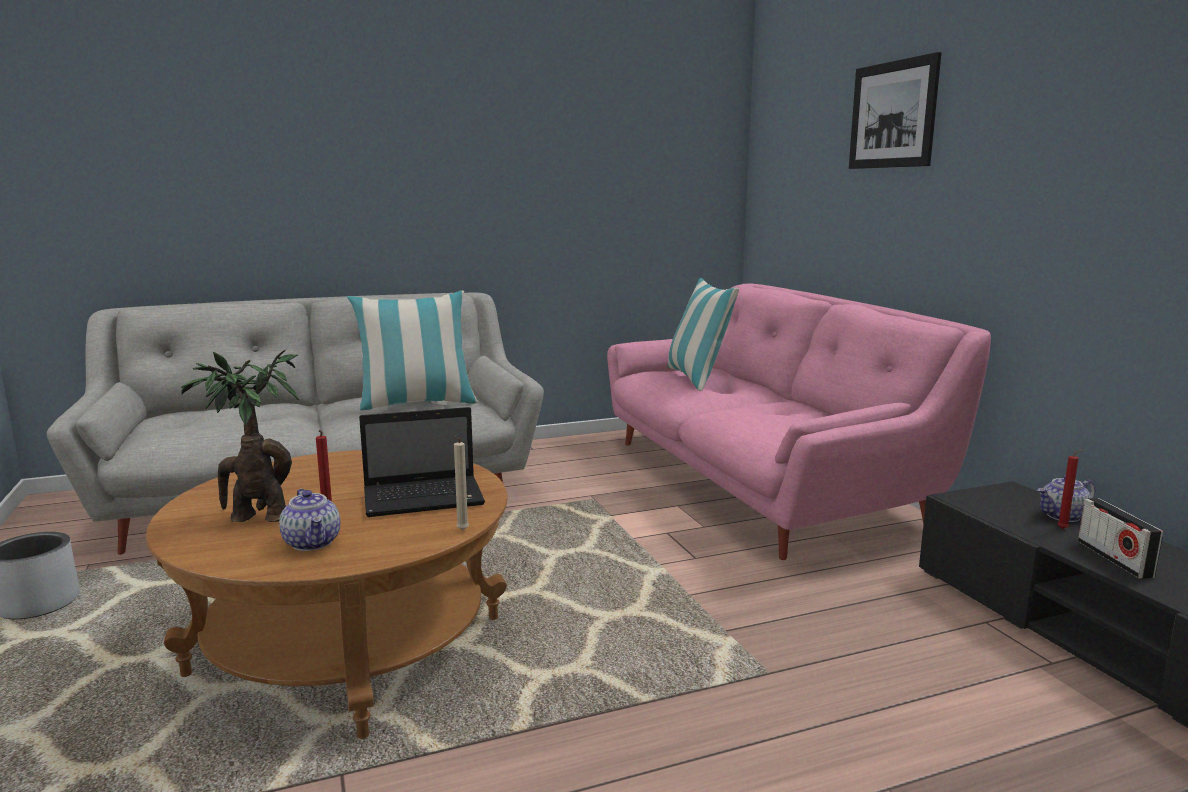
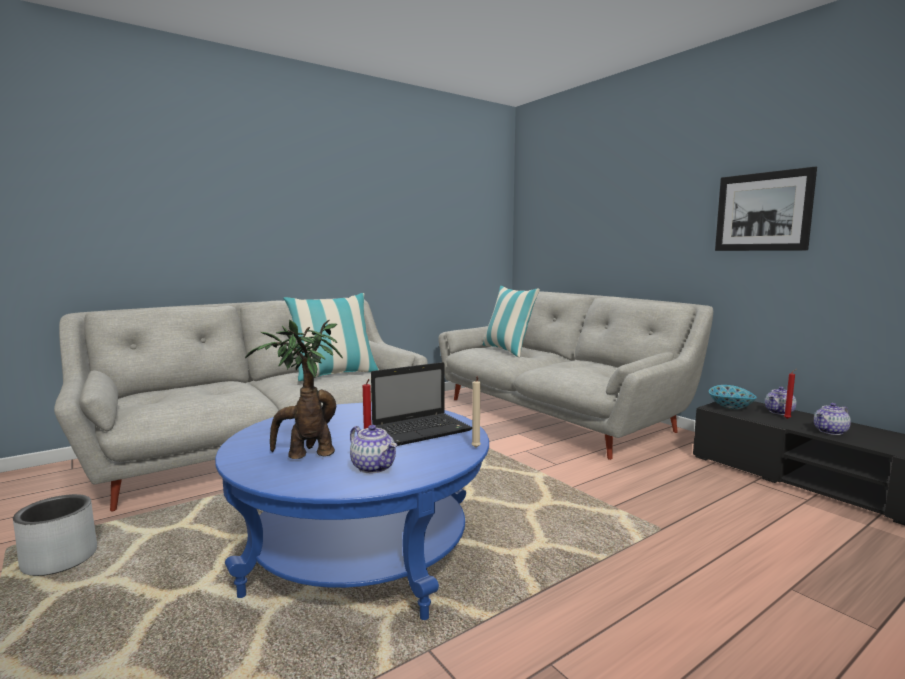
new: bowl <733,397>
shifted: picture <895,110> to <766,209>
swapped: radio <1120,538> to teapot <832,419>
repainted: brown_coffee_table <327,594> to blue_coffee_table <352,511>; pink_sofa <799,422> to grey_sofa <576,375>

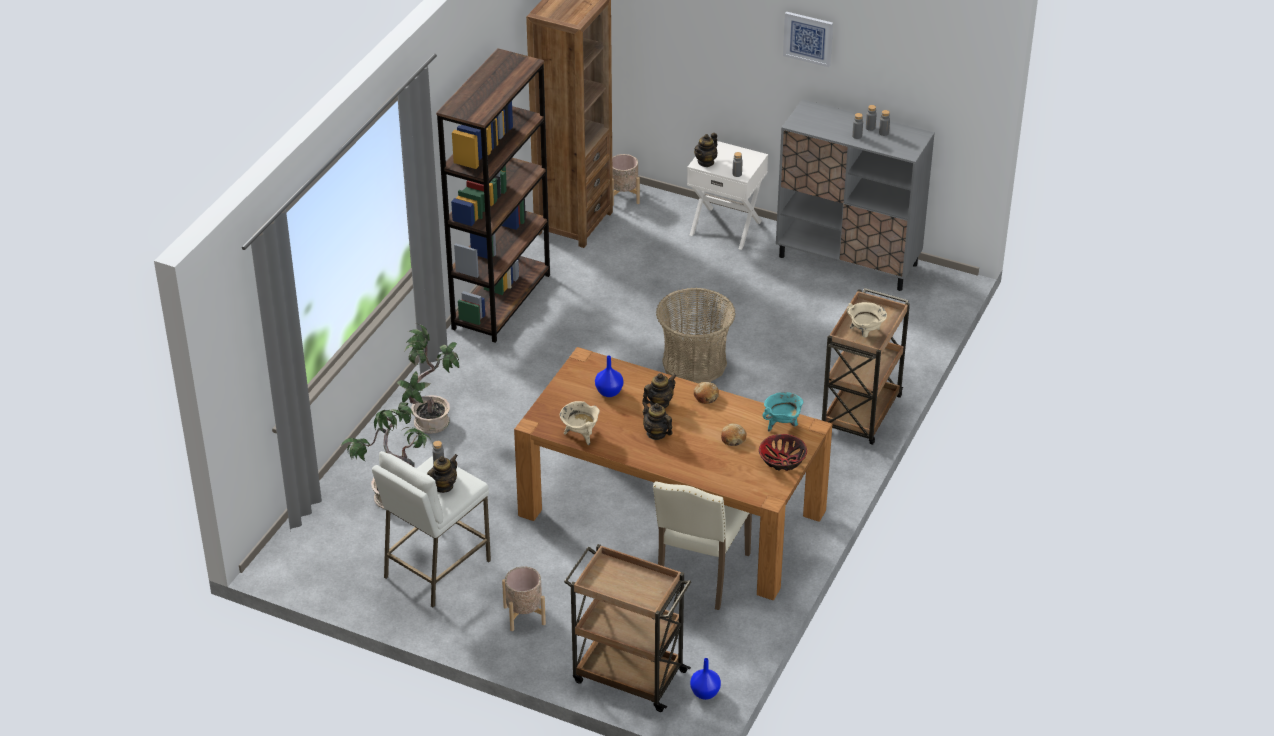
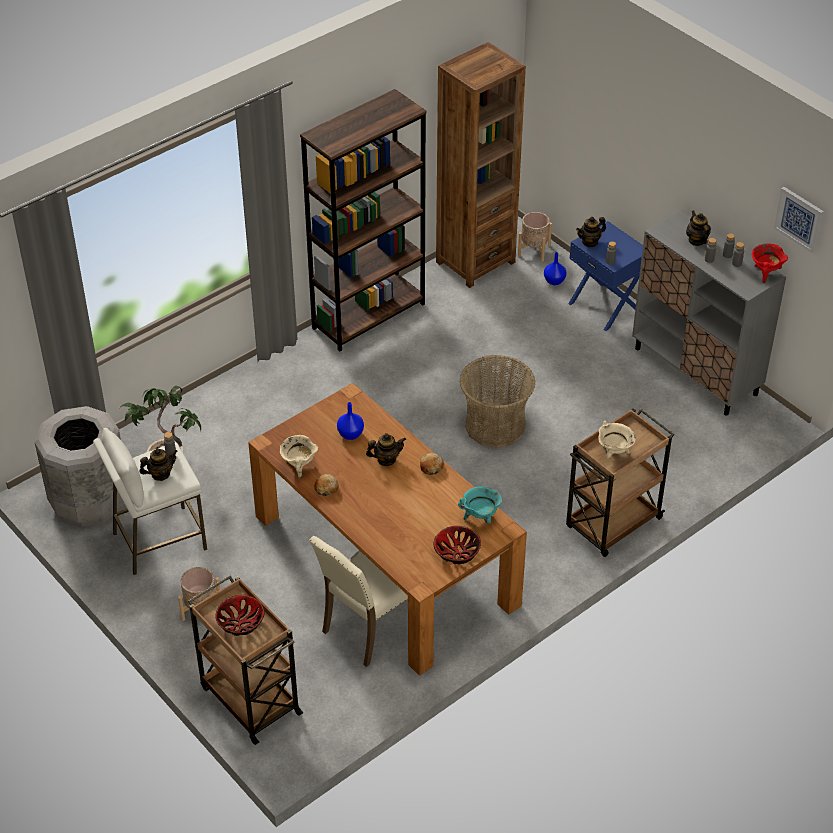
gone: potted_plant <428,379>
new: grey_trash_can <79,466>; bowl <240,615>; red_cooking_pot <770,263>
shifted: teapot <657,420> to <698,228>; blue_vase <705,679> to <555,268>; bread <733,434> to <326,485>; picture <808,39> to <799,220>
repainted: white_nightstand <727,195> to blue_nightstand <605,276>

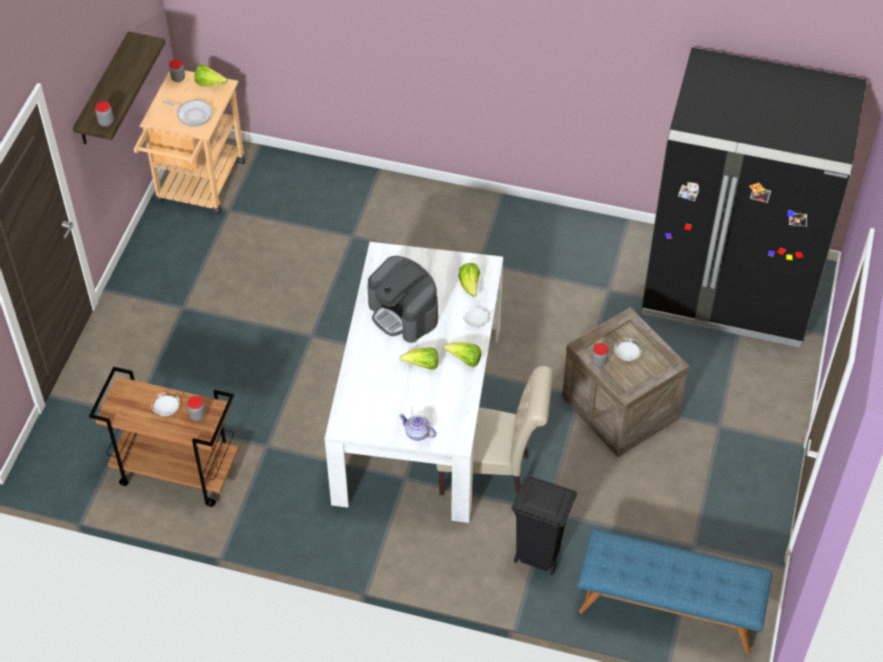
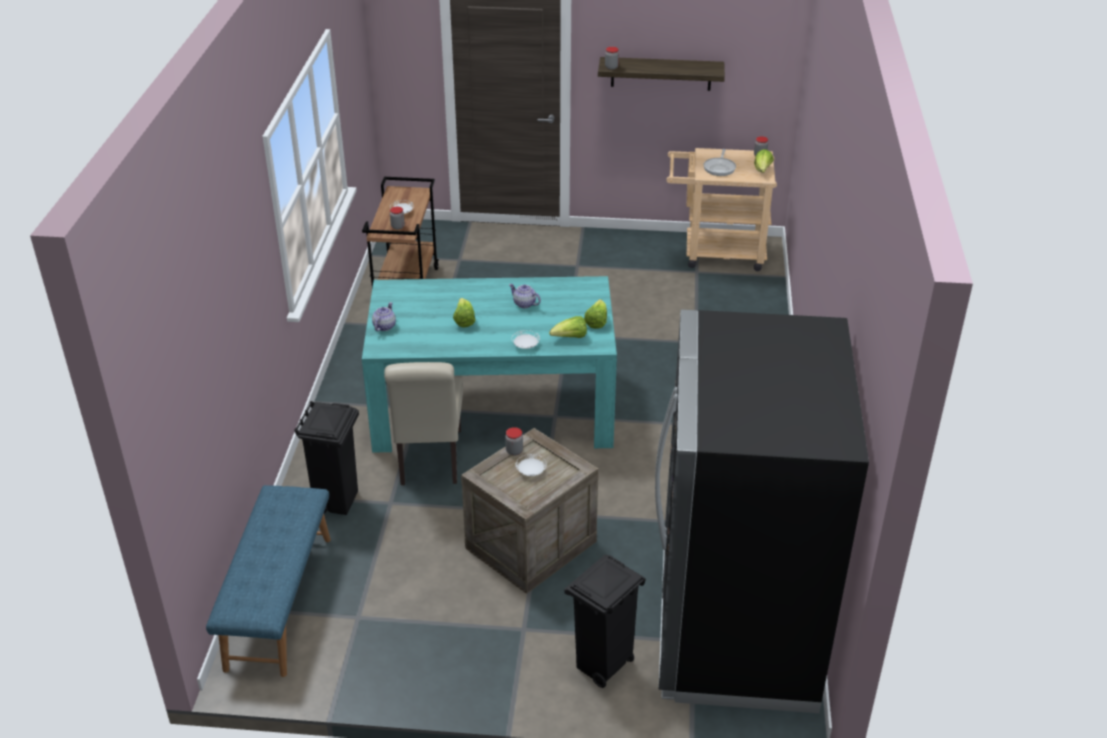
new: black_trash_can <605,621>
shifted: lettuce <462,354> to <595,314>
swapped: coffee_machine <402,299> to teapot <525,296>
repainted: white_dining_table <414,382> to turquoise_dining_table <489,364>

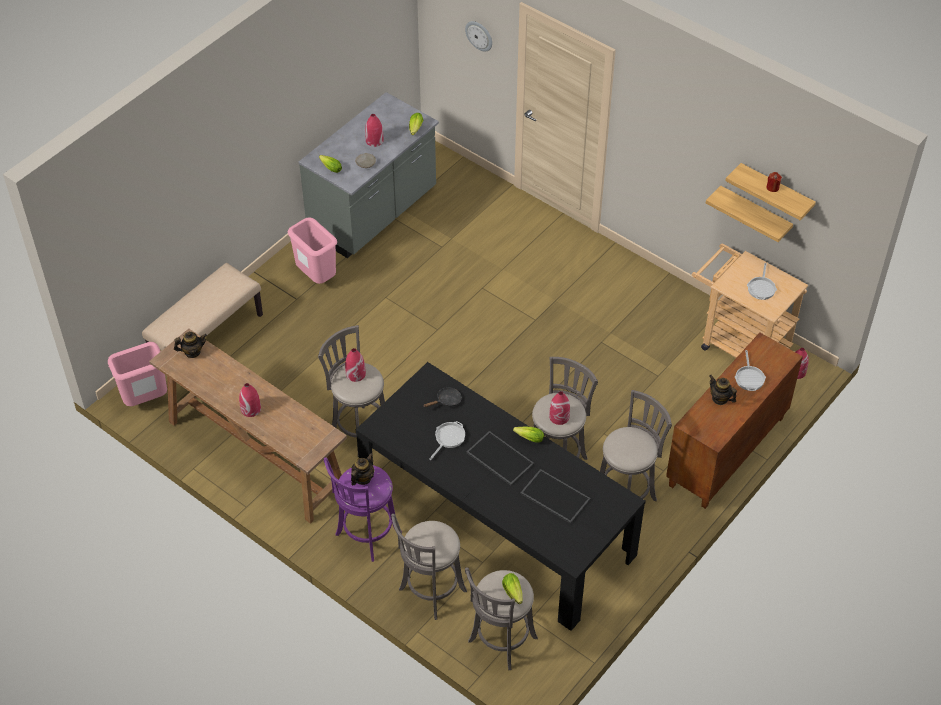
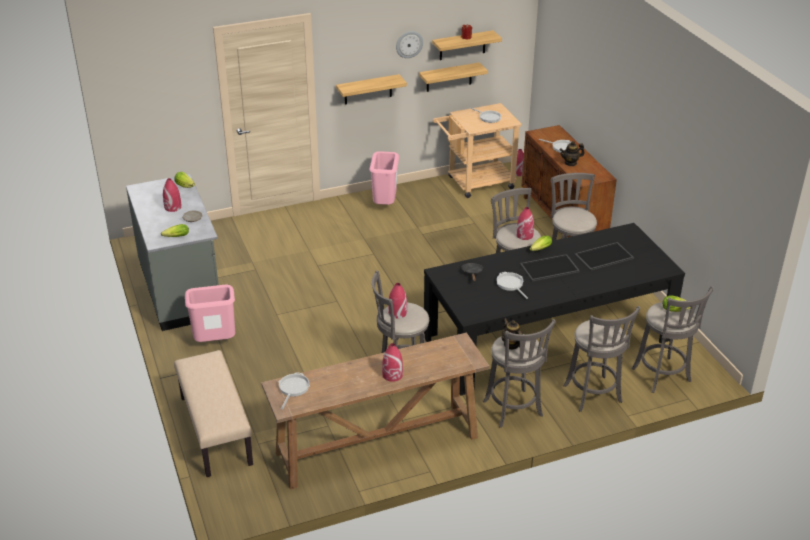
new: shelf <371,89>
shifted: pink_trash_can <137,374> to <384,178>; wall_clock <478,36> to <409,44>
swapped: teapot <190,344> to frying_pan <294,391>
repainted: purple_stool <363,509> to grey_stool <519,373>

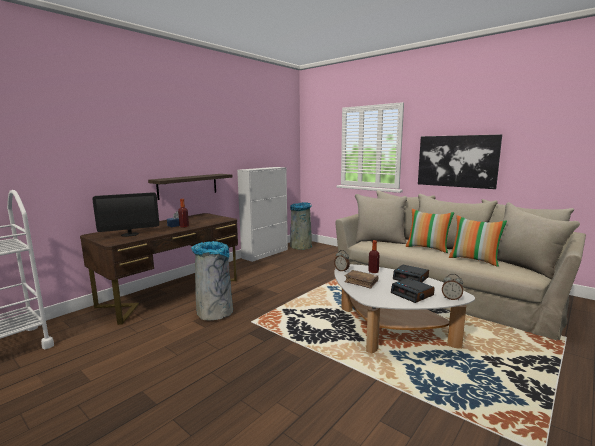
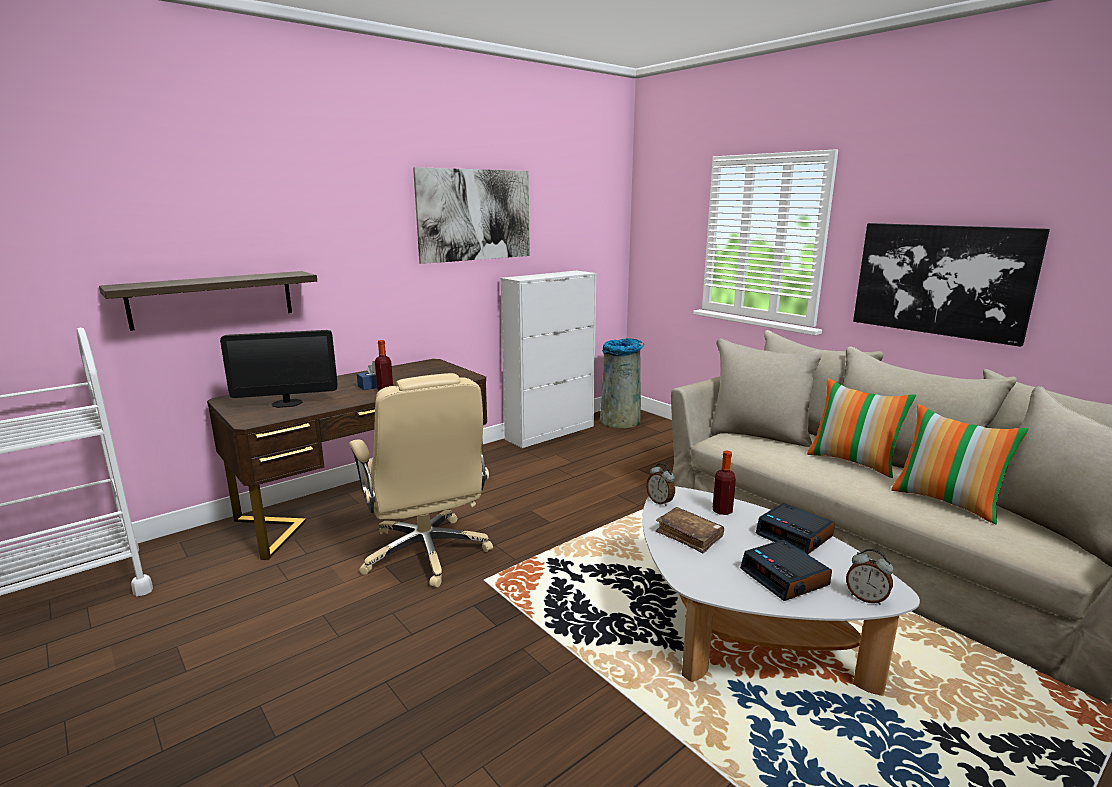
new: picture <471,215>
shifted: shelf <190,187> to <208,301>
swapped: grey_trash_can <212,280> to beige_office_chair <421,480>

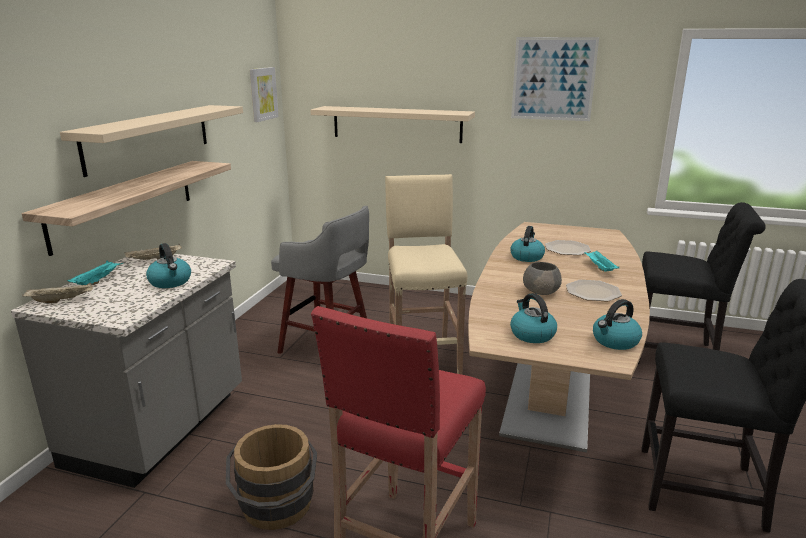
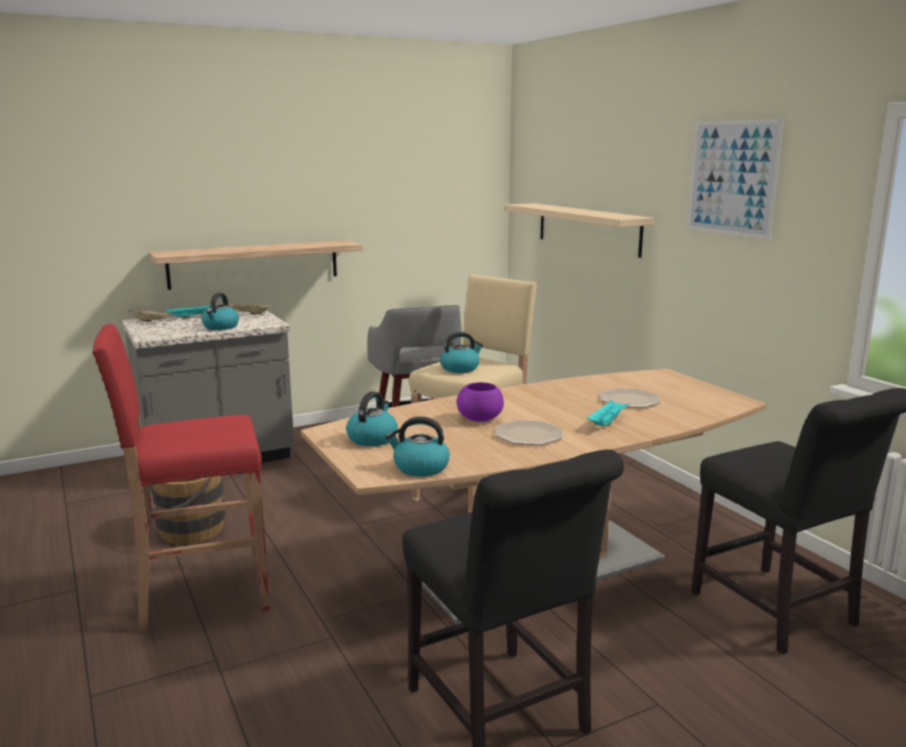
gone: beige_shelf <151,141>; picture <264,94>
shifted: kettle <527,244> to <461,352>
repainted: grey_bowl <542,278> to purple_bowl <480,402>

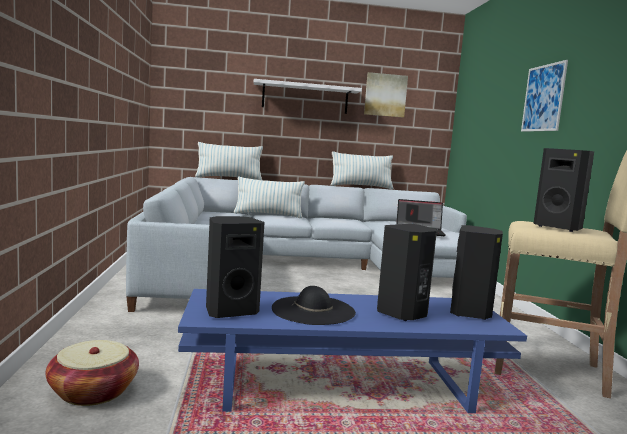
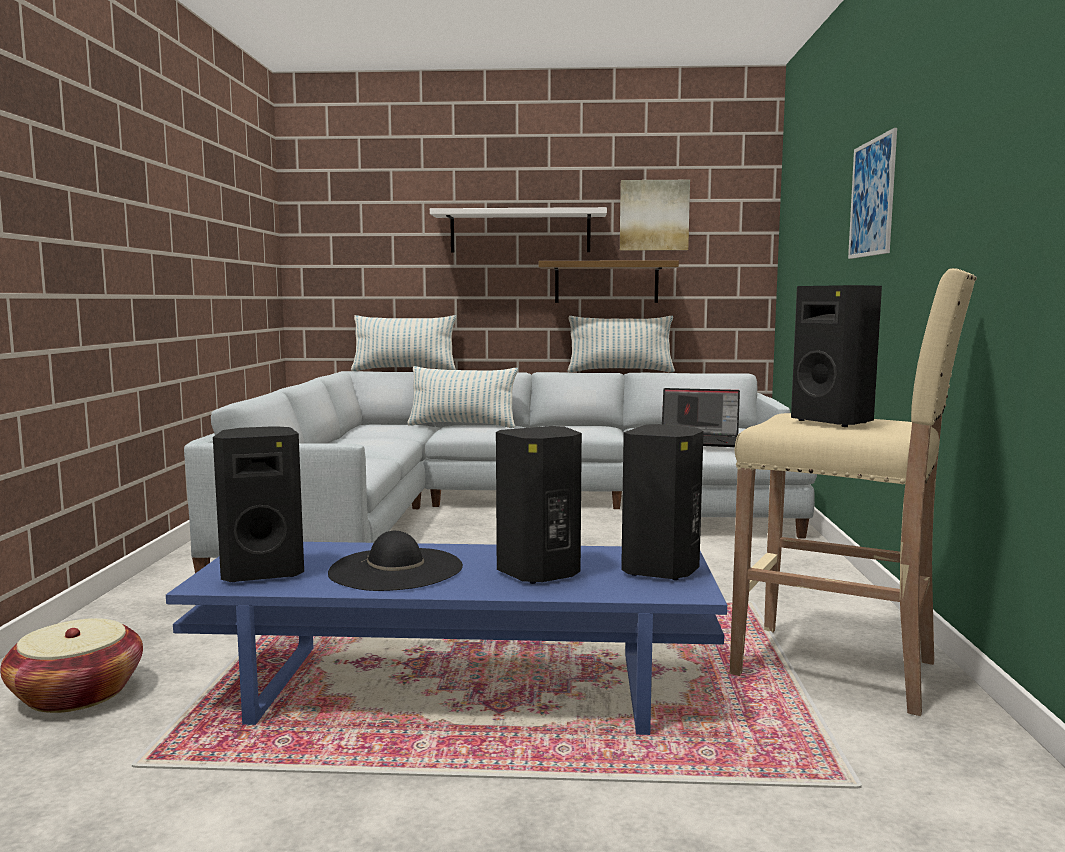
new: shelf <609,281>

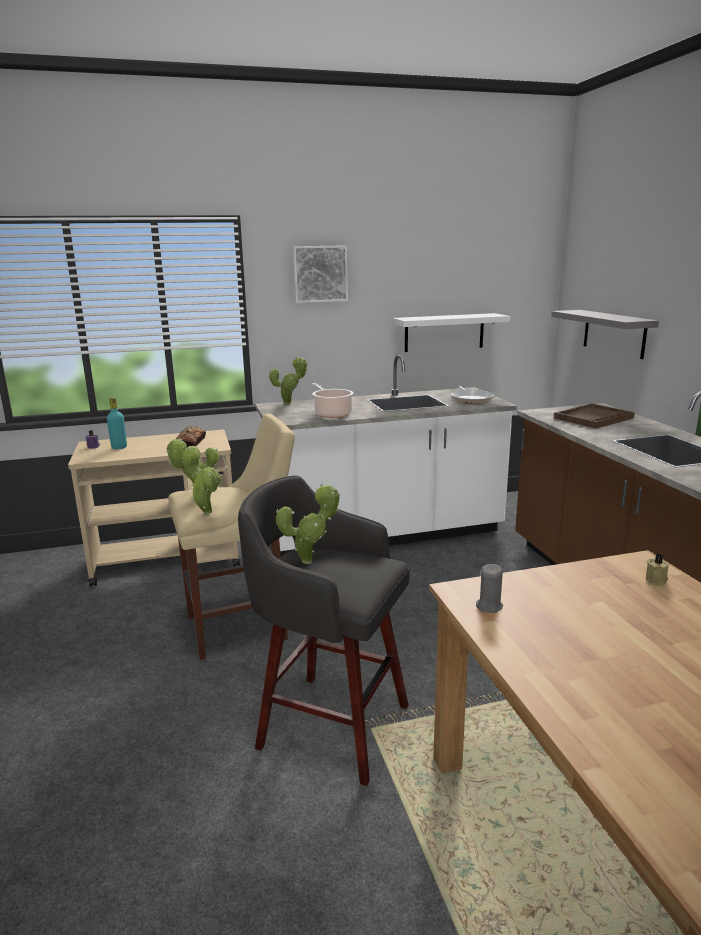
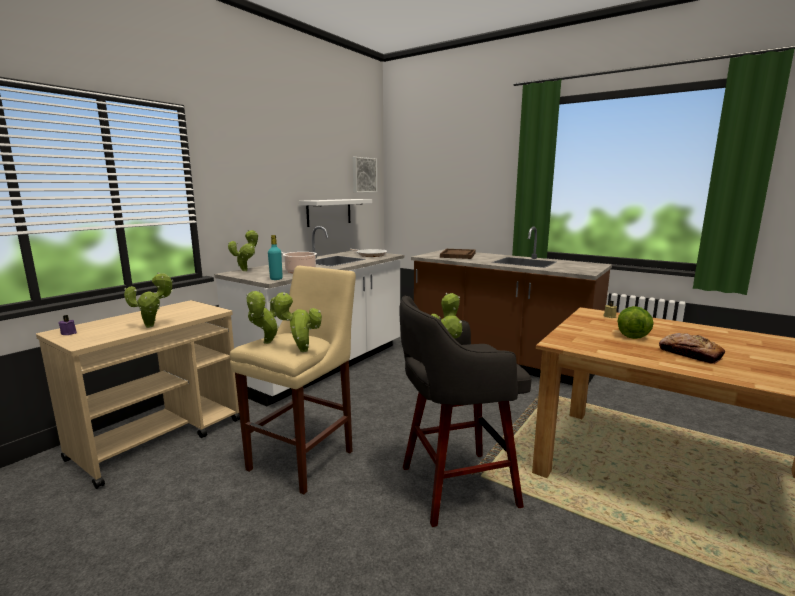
gone: grey_candle <489,588>; grey_shelf <605,334>
new: potted_plant <149,300>; lettuce <636,322>
shifted: turquoise_bottle <117,423> to <275,257>; bread <191,436> to <692,348>; picture <320,274> to <365,175>

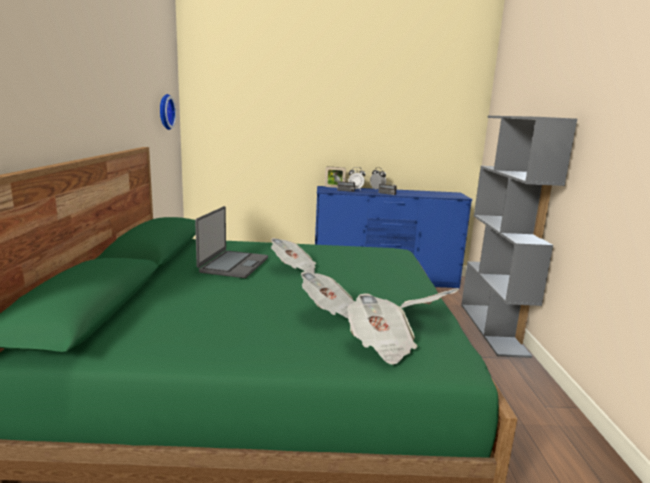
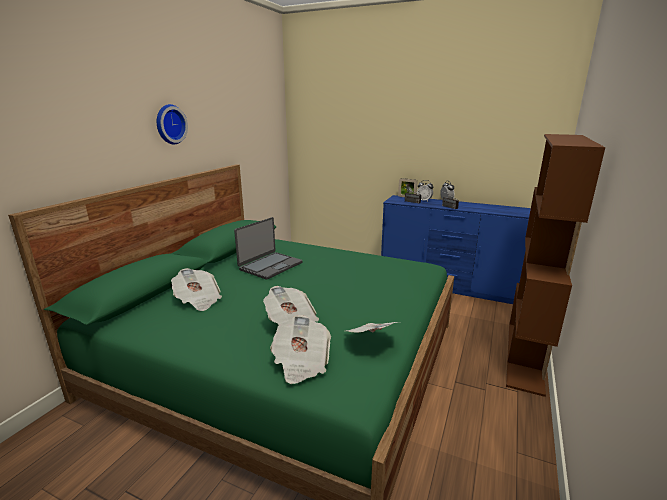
shifted: wall_clock <168,112> to <172,124>; newspaper <293,255> to <196,289>
repainted: grey_bookcase <519,237> to brown_bookcase <555,265>

